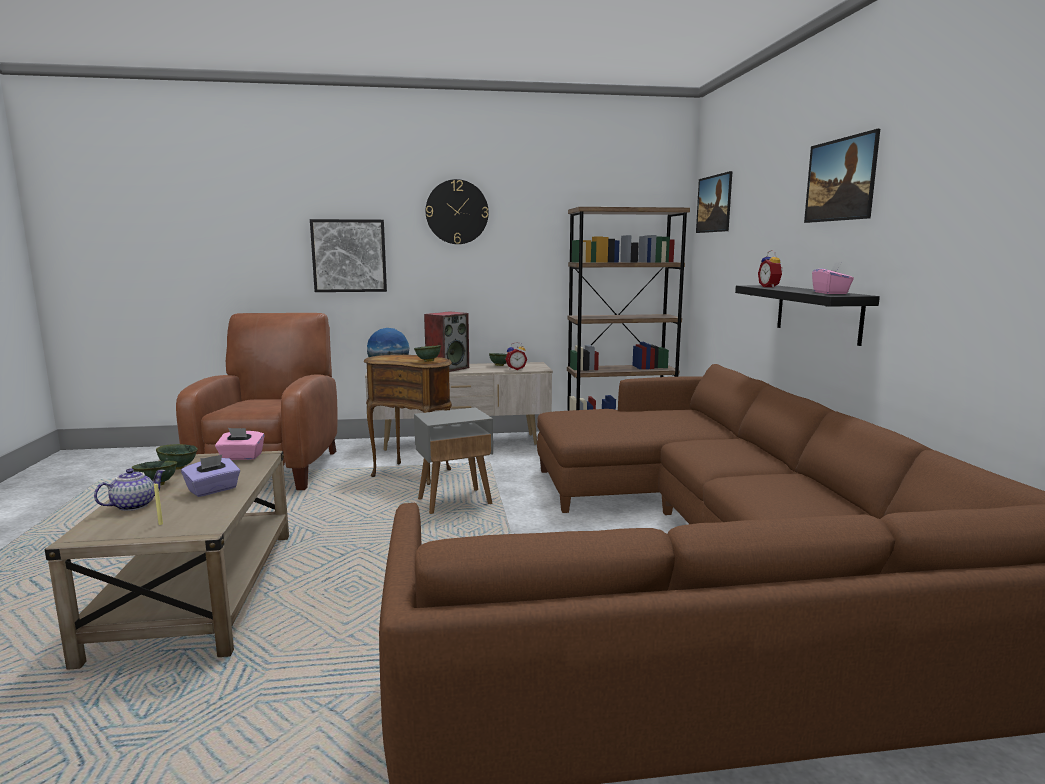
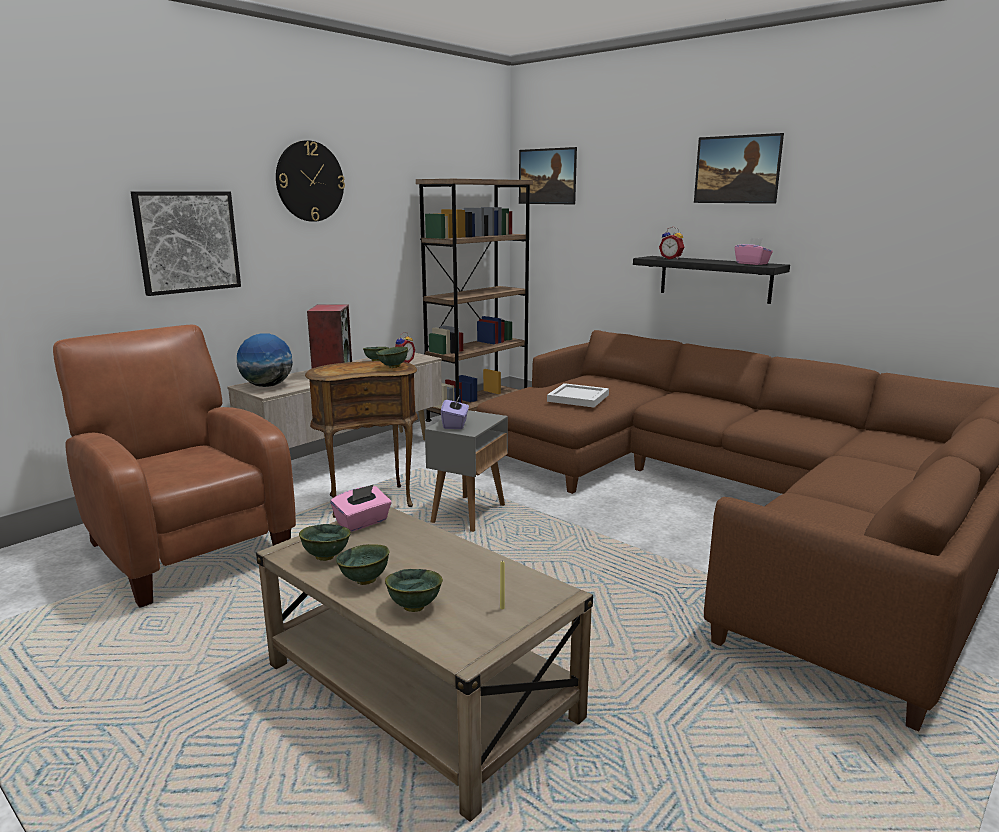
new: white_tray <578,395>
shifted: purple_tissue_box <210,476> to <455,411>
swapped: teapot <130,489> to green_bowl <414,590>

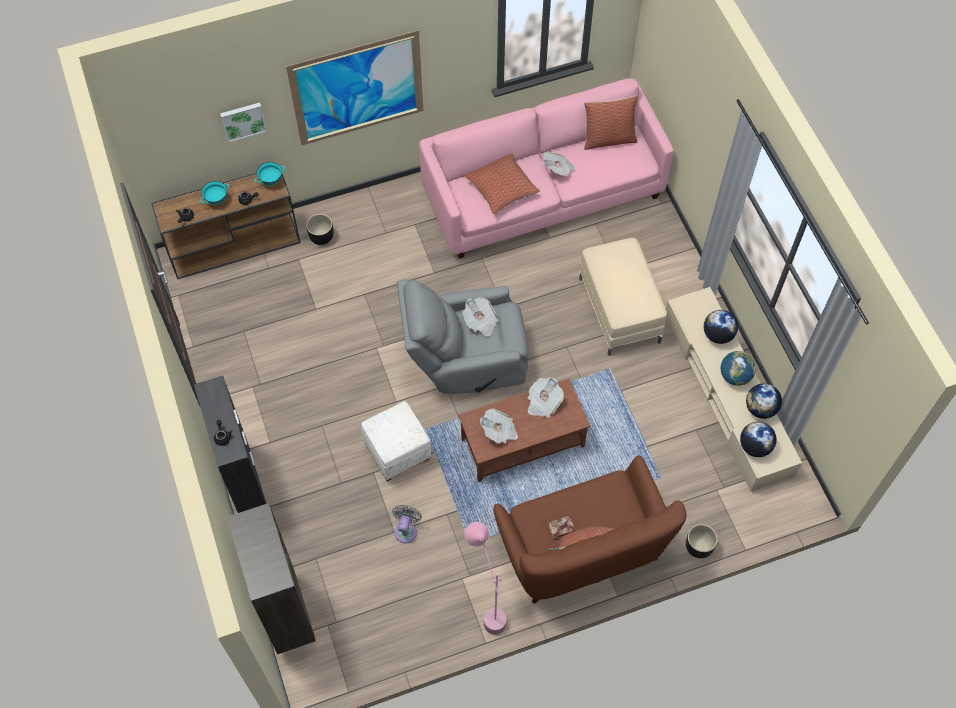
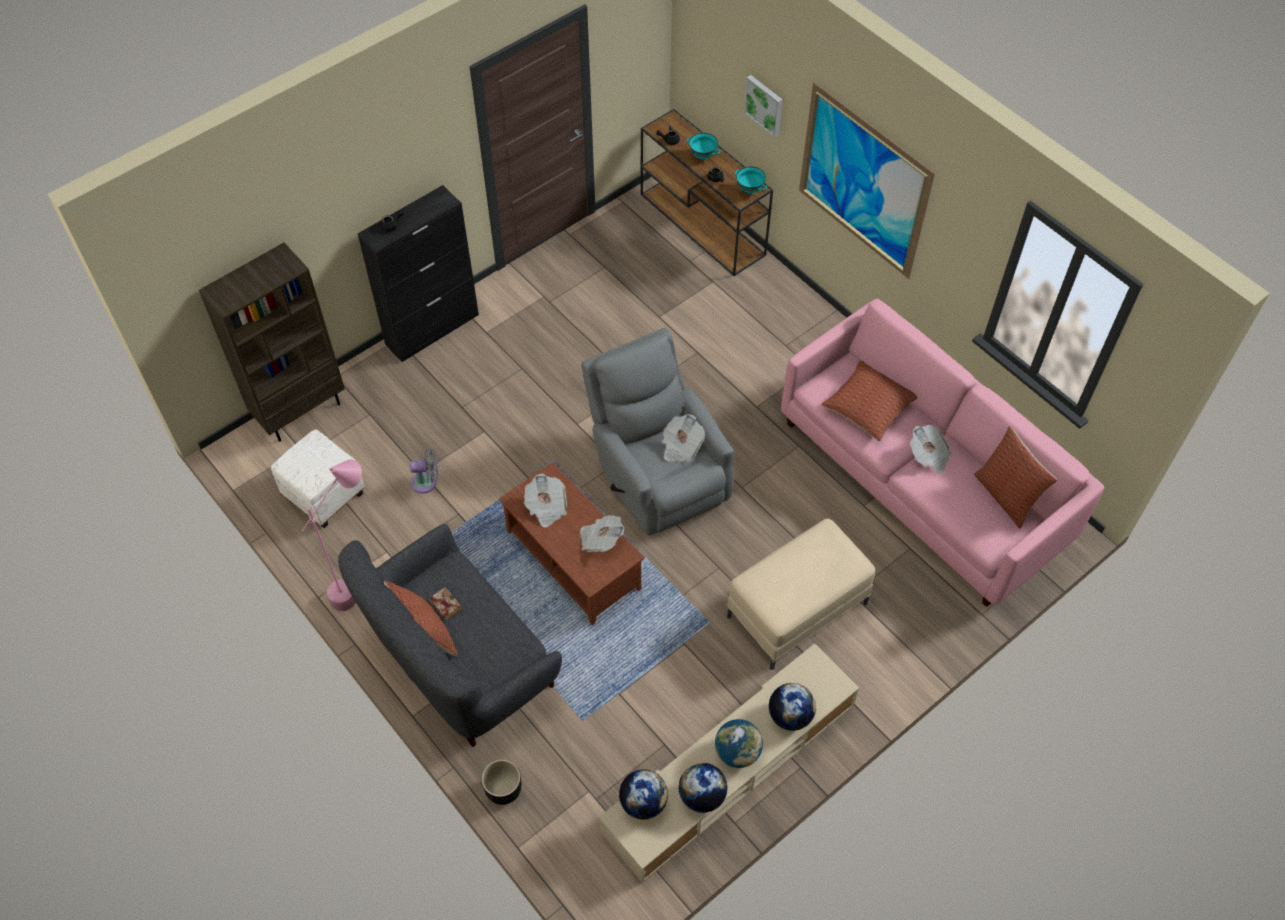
gone: black_planter <320,229>
shifted: white_ottoman <396,441> to <318,478>
repainted: brown_sofa <589,529> to grey_sofa <450,635>

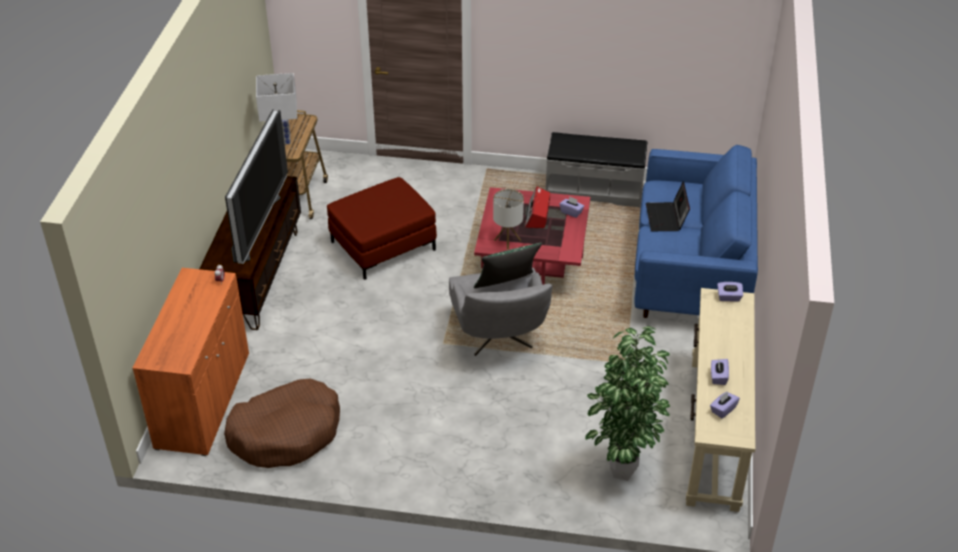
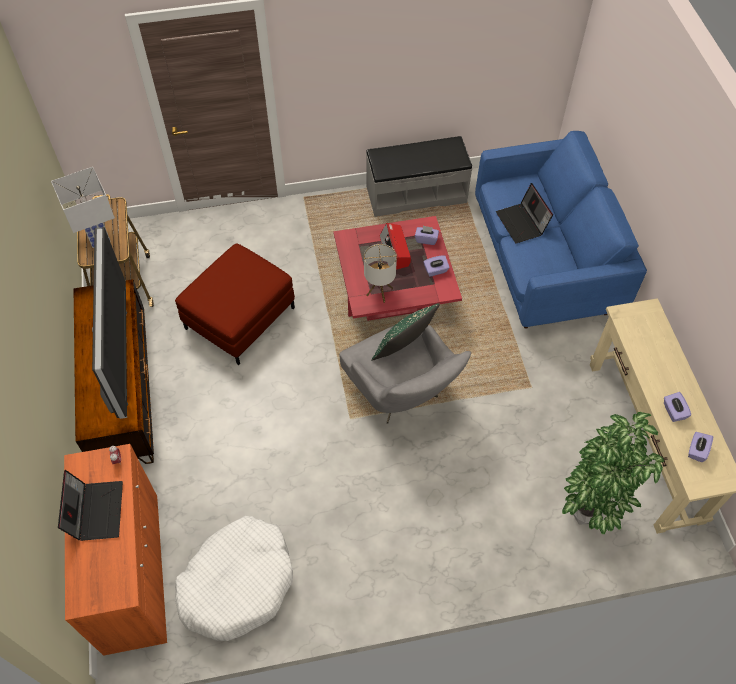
new: laptop <90,505>
shifted: purple_tissue_box <730,292> to <436,266>
repainted: brown_dog_bed <282,423> to white_dog_bed <234,578>

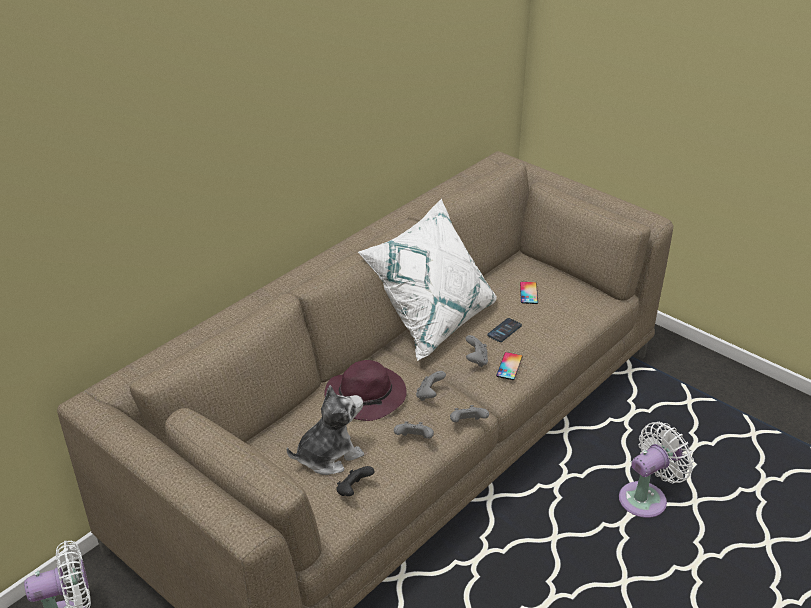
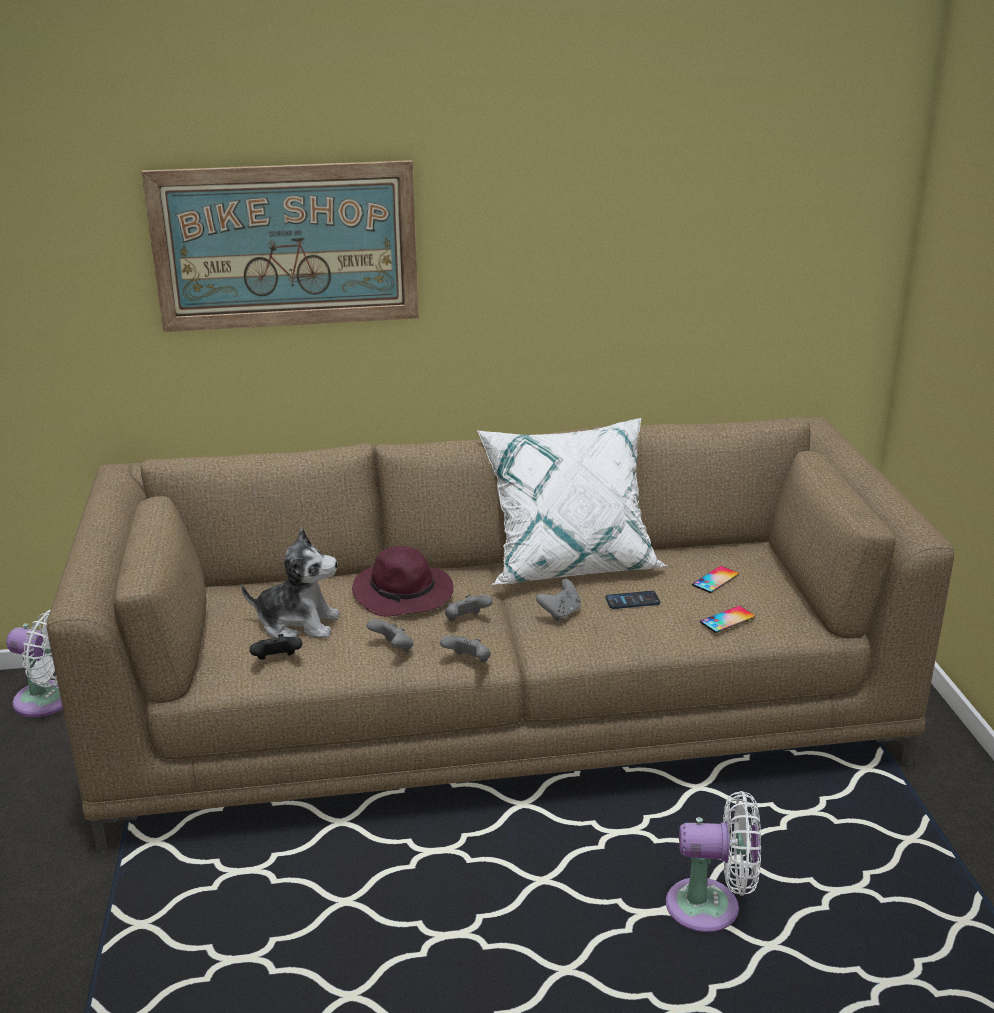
new: picture <280,246>
shifted: phone <509,366> to <727,619>

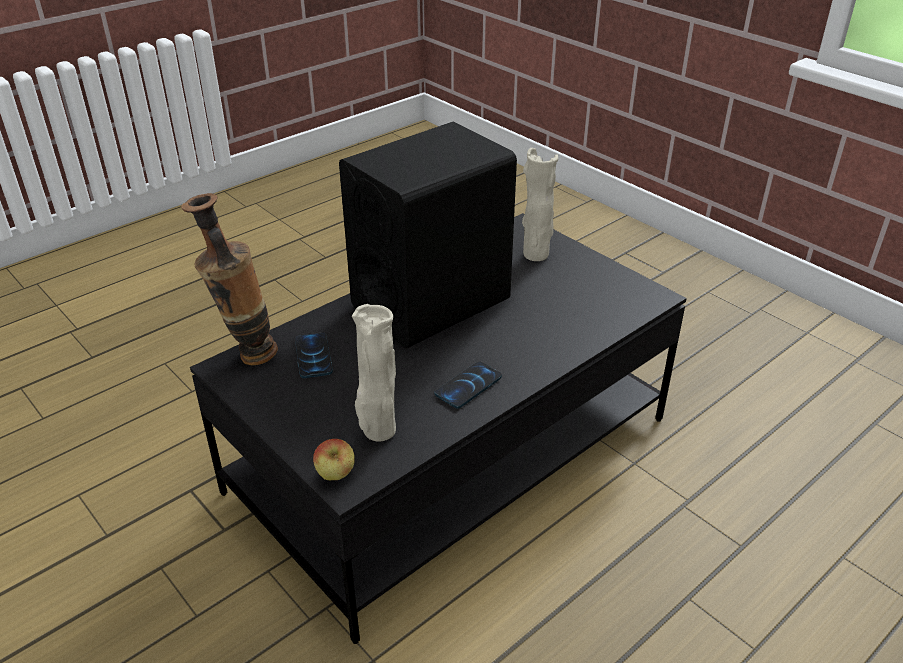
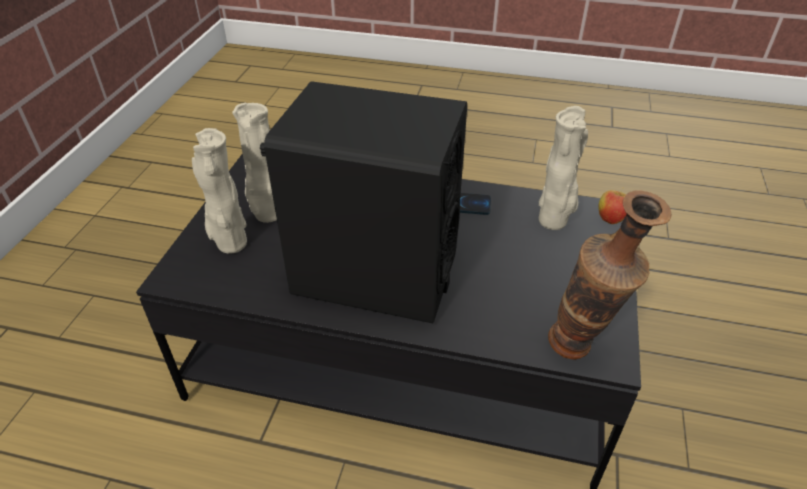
gone: phone <314,355>
new: beige_vase <254,163>

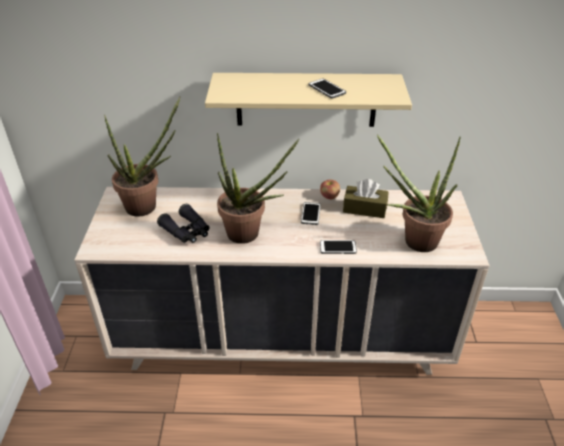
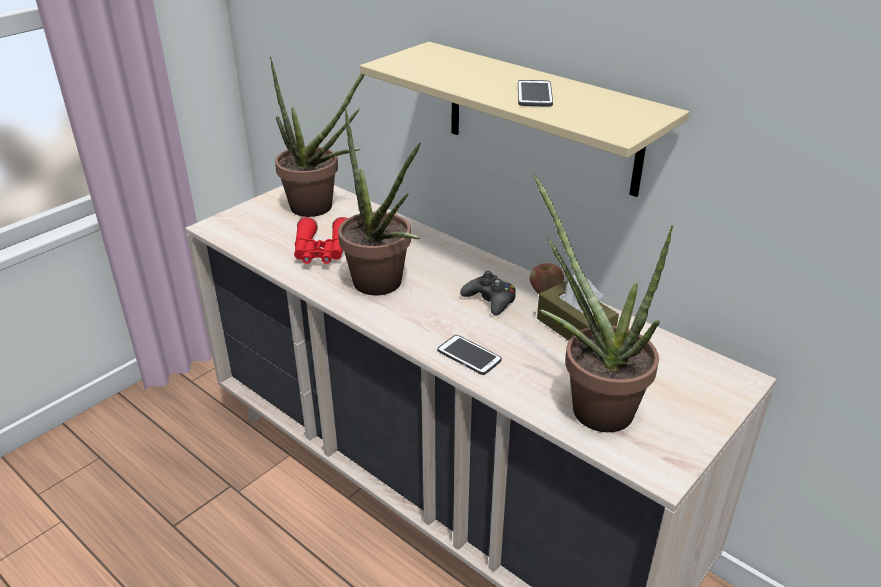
swapped: phone <311,213> to black_game_controller <488,293>
repainted: black_binoculars <183,223> to red_binoculars <321,240>

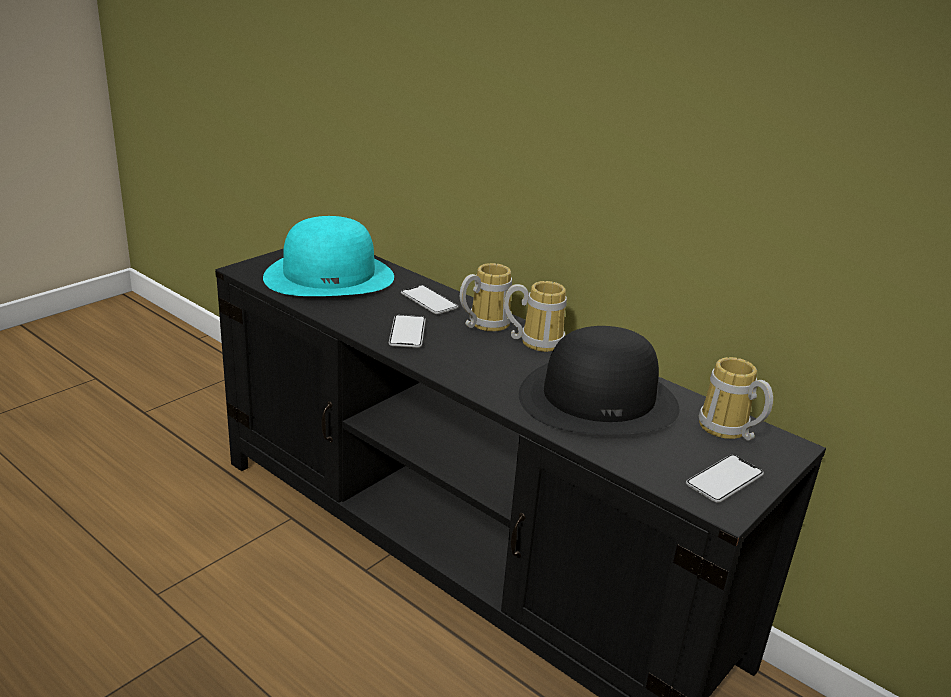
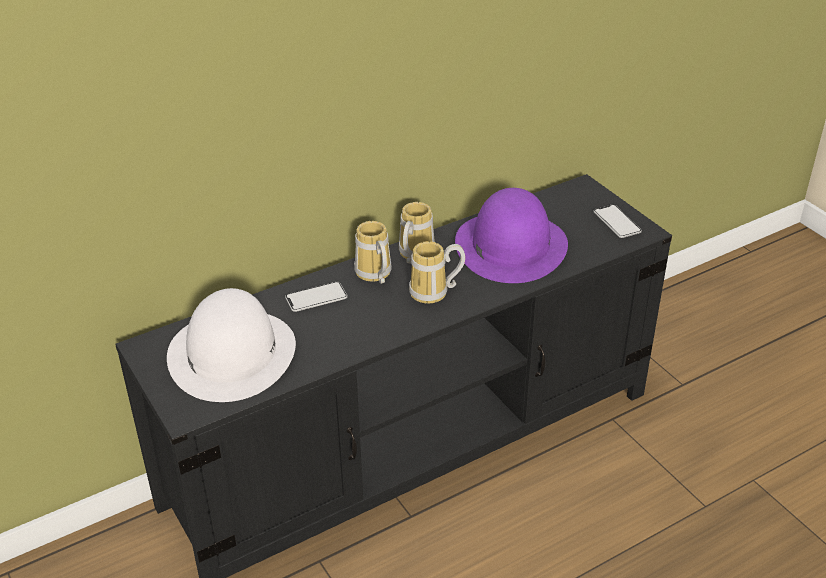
gone: phone <407,331>
shifted: mug <736,399> to <437,272>
repainted: turquoise_hat <328,256> to white_hat <231,345>; black_hat <599,380> to purple_hat <511,235>

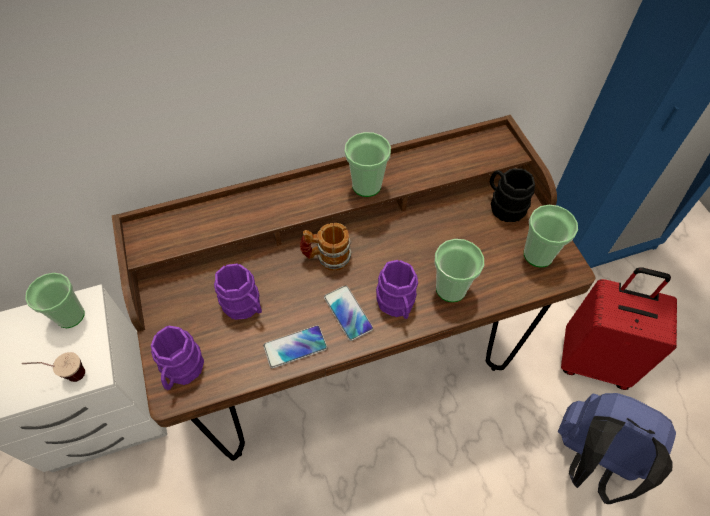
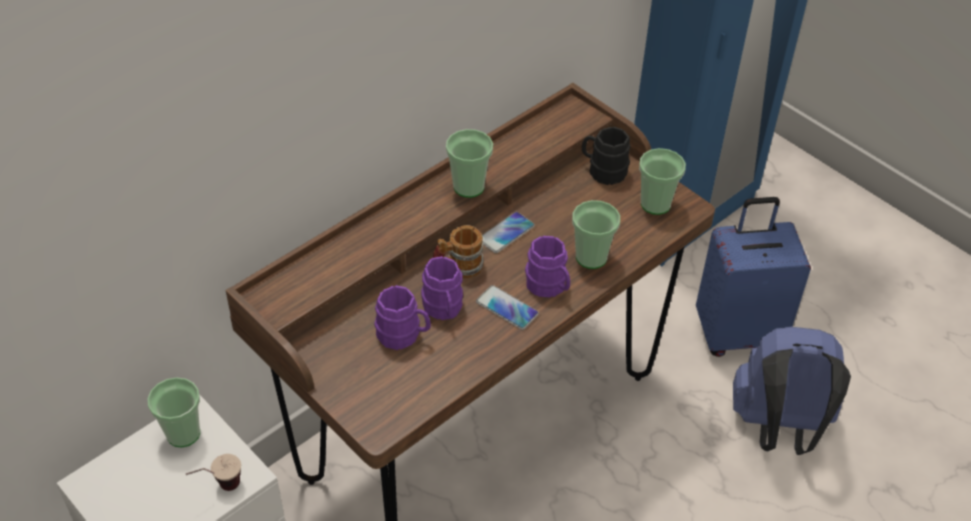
shifted: purple_mug <177,358> to <442,288>; phone <295,346> to <508,232>
repainted: red_suitcase <619,328> to blue_suitcase <753,277>

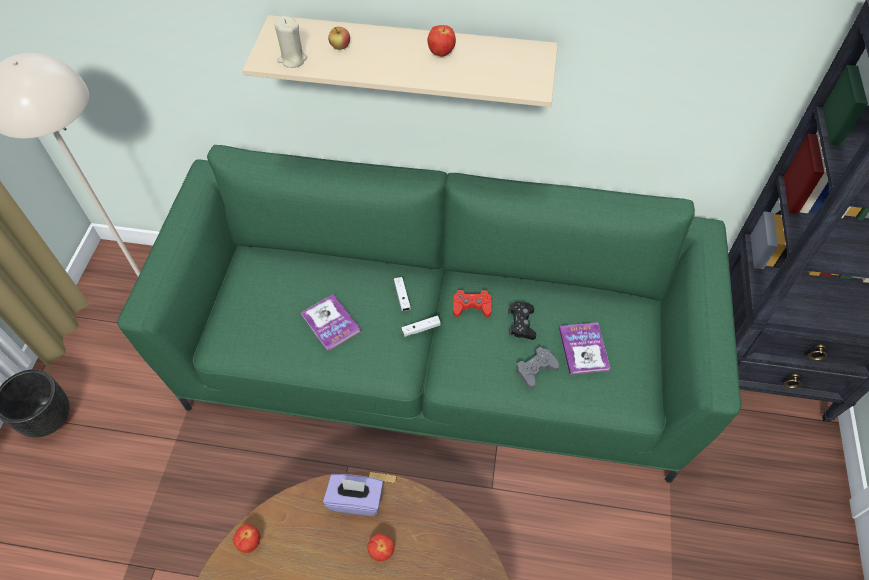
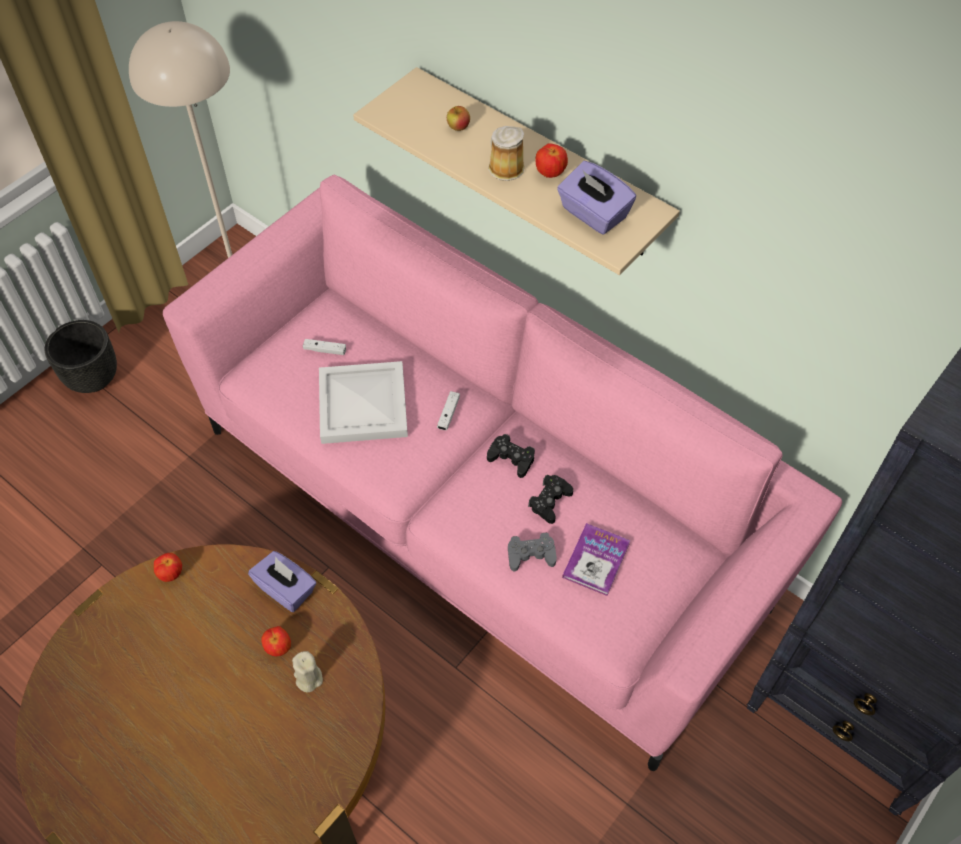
new: mug <506,153>; purple_tissue_box <596,198>
shifted: beige_candle <290,42> to <307,671>; white_game_controller <421,326> to <324,347>
swapped: book <331,322> to white_tray <363,402>
repainted: green_sofa <429,314> to pink_sofa <502,473>; red_game_controller <472,304> to black_game_controller <511,456>

